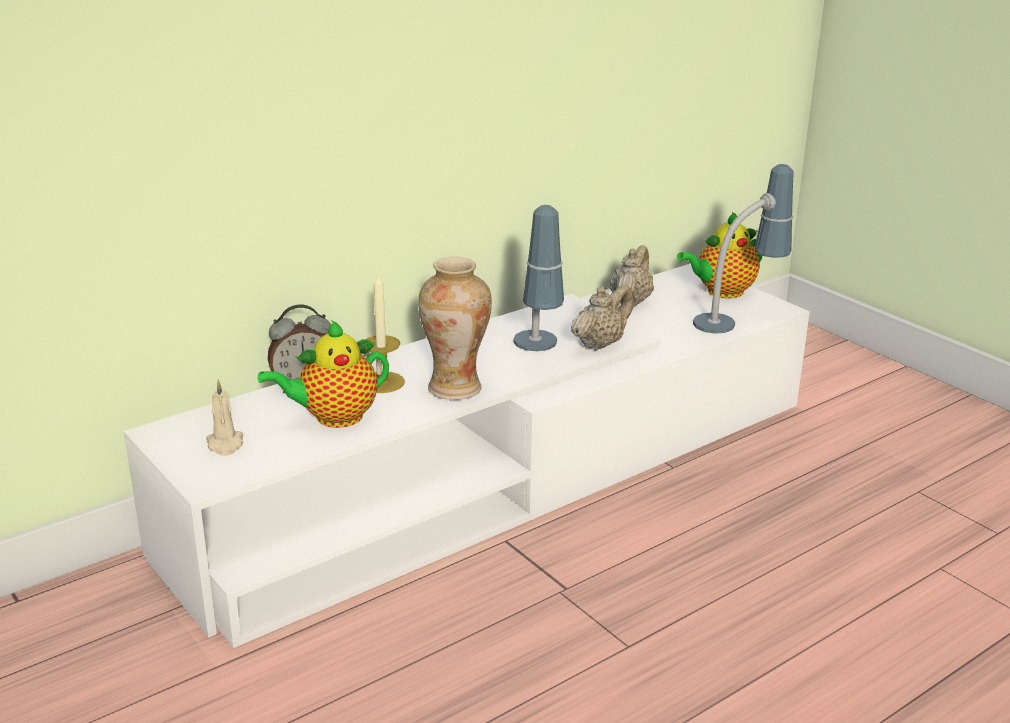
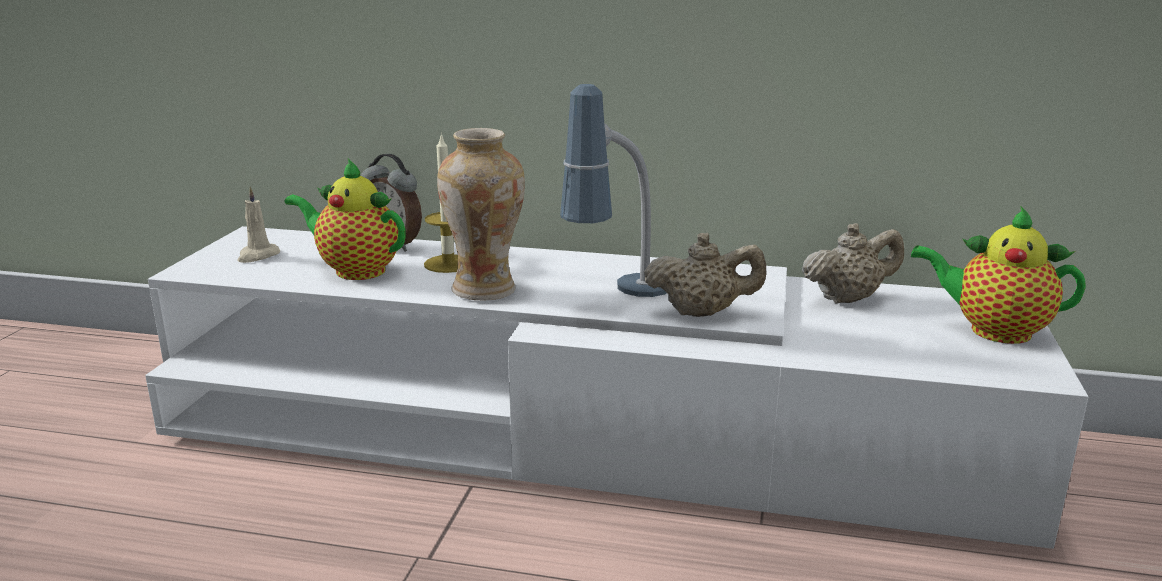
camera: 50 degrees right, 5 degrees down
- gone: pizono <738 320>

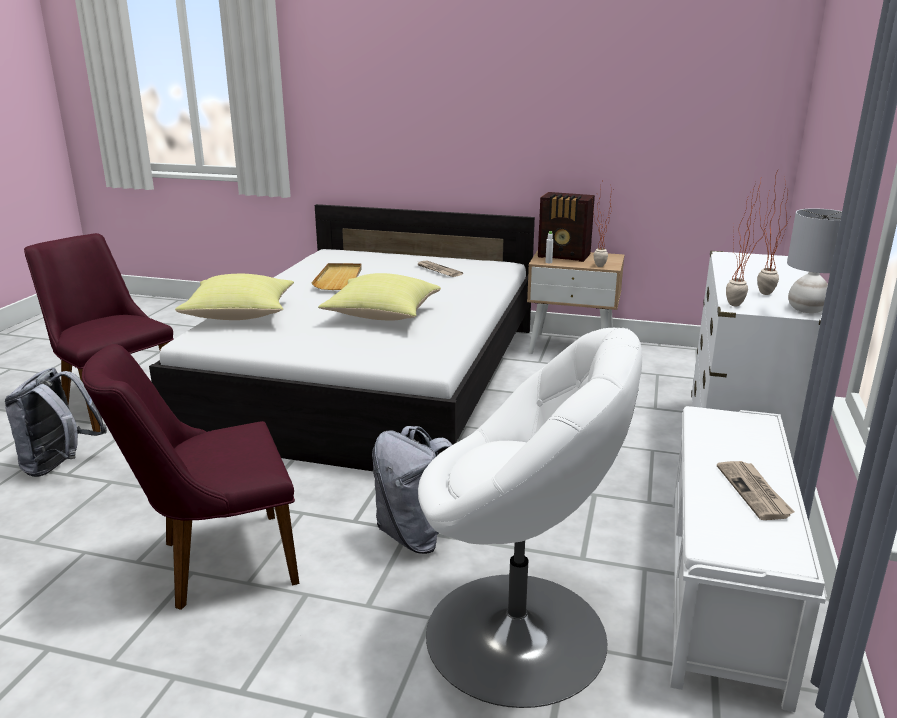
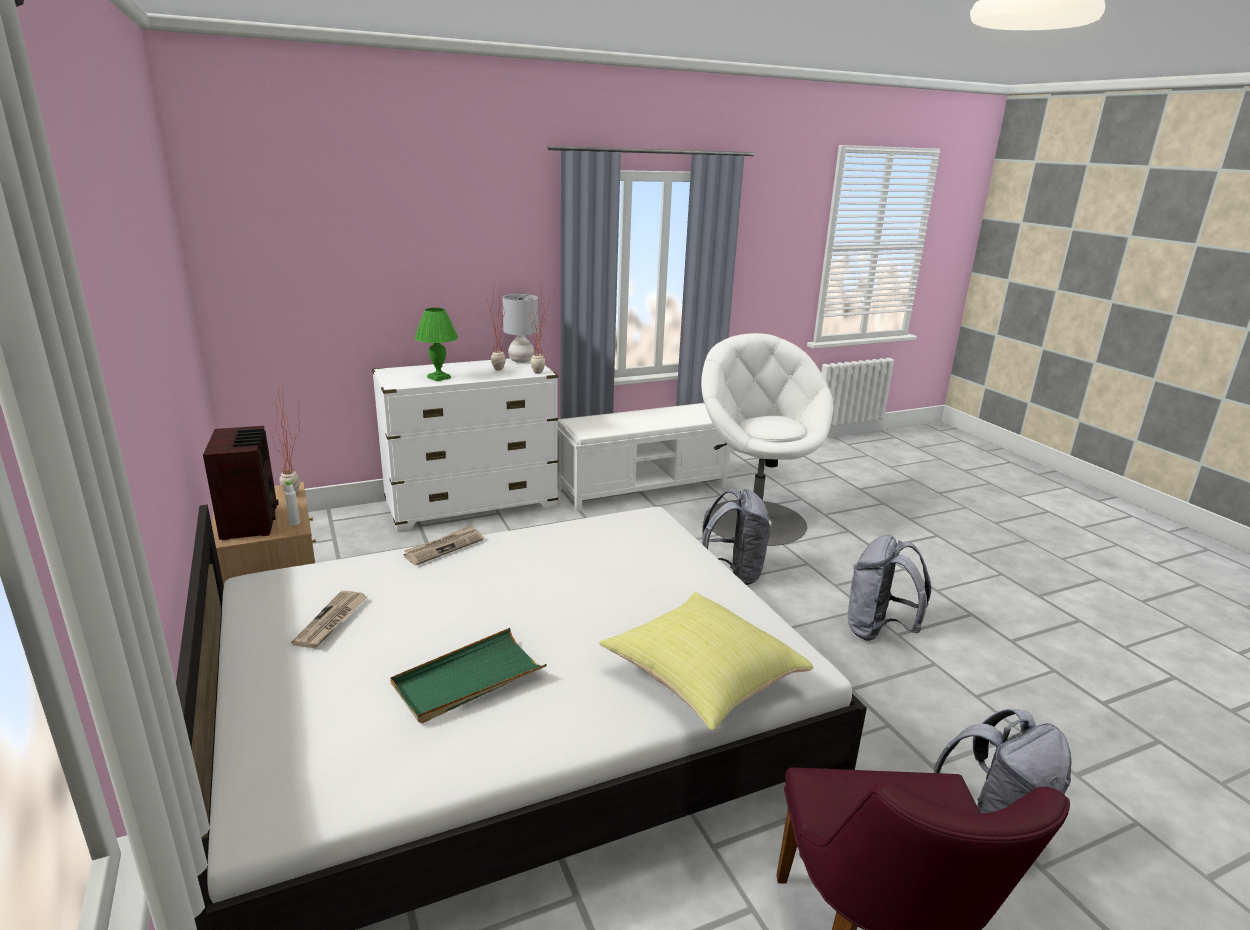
camera: 130 degrees left, 0 degrees up
- repainted: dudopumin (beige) <339 279> to dudopumin (green) <468 679>
- shifted: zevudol <754 492> to <444 547>
- new: pizono (green) <438 377>
- swapped: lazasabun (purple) <214 563> to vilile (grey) <878 631>
- gone: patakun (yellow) <380 317>

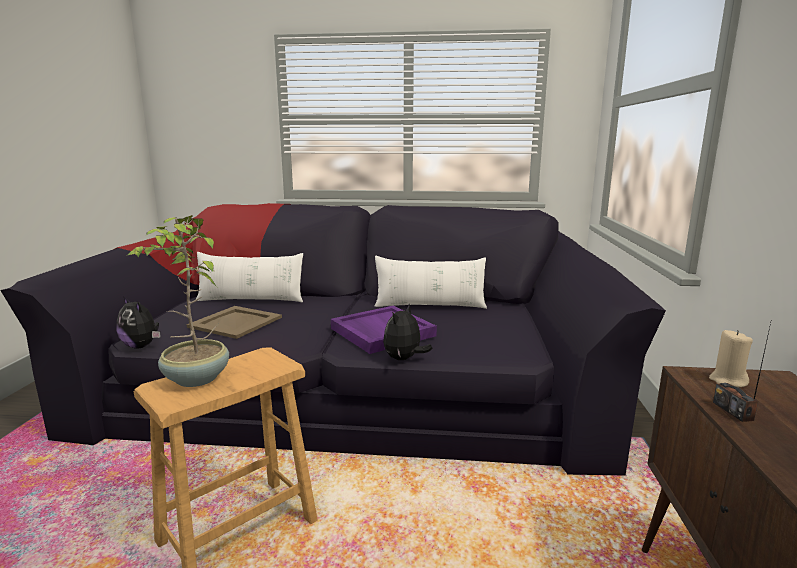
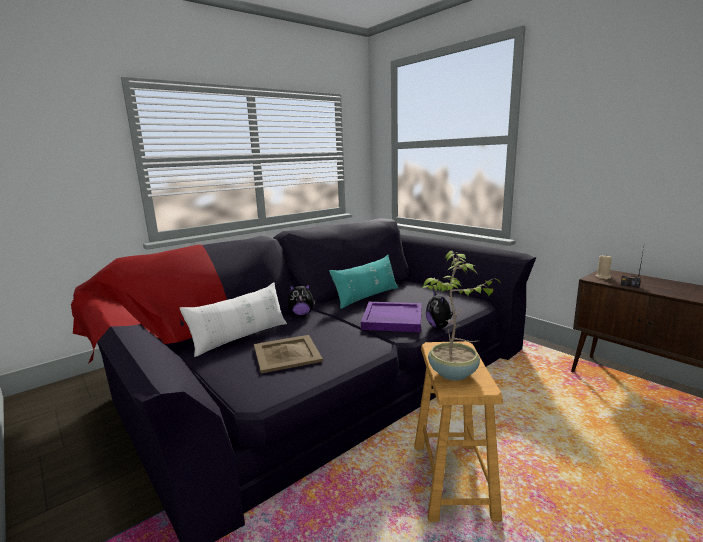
camera: 45 degrees left, 0 degrees up
- shifted: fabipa <141 346> to <301 314>
- repainted: patakun (white) <430 306> to patakun (turquoise) <367 297>

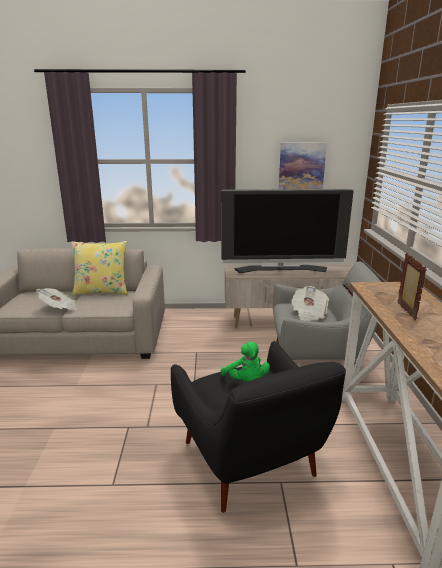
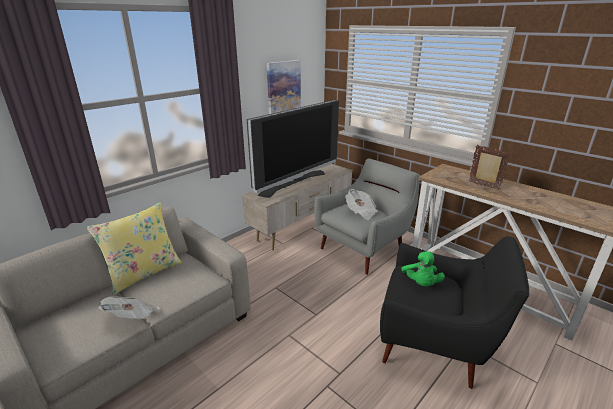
camera: 45 degrees left, 5 degrees up
- rotated: fabipa (green) <246 381> = <421 283> 75 degrees clockwise

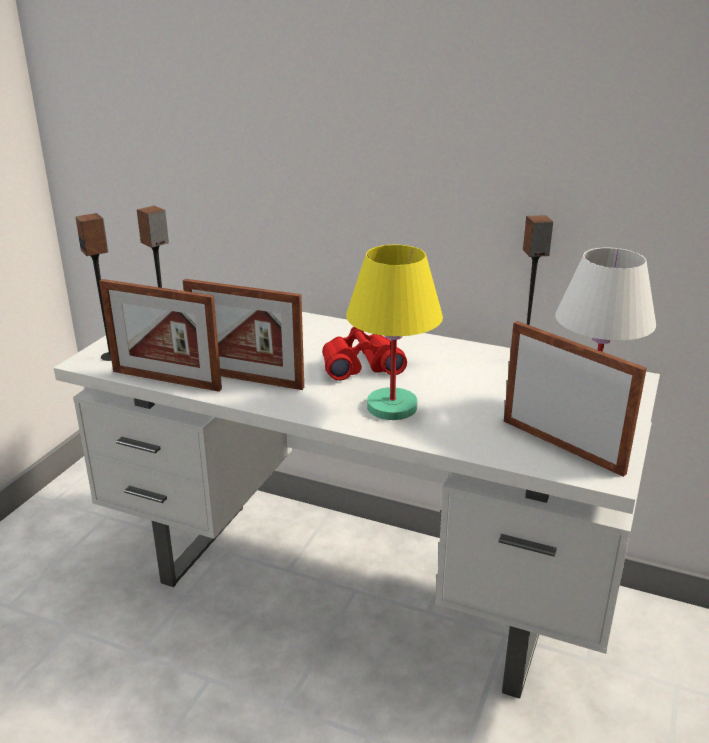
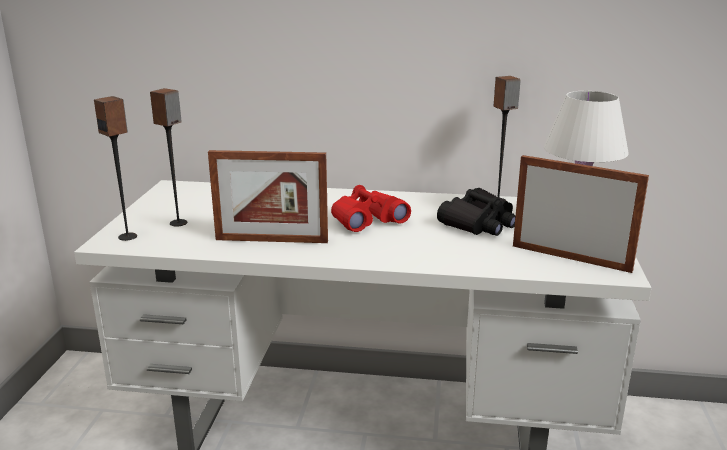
camera: 15 degrees left, 5 degrees down
- new: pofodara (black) <479 223>
- gone: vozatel <166 380>
- gone: pizono (yellow) <391 407>

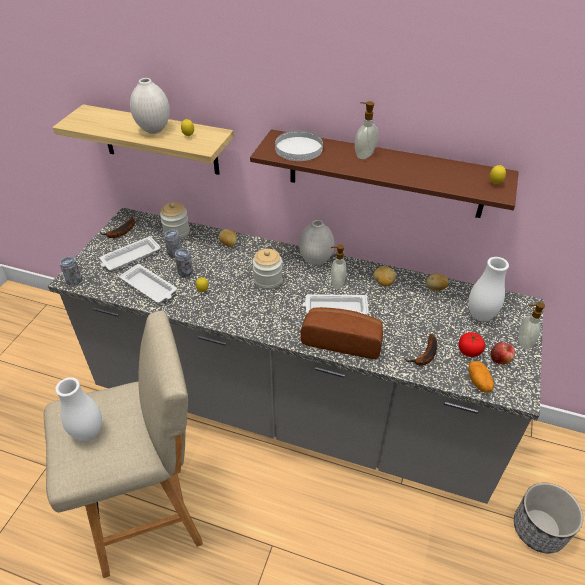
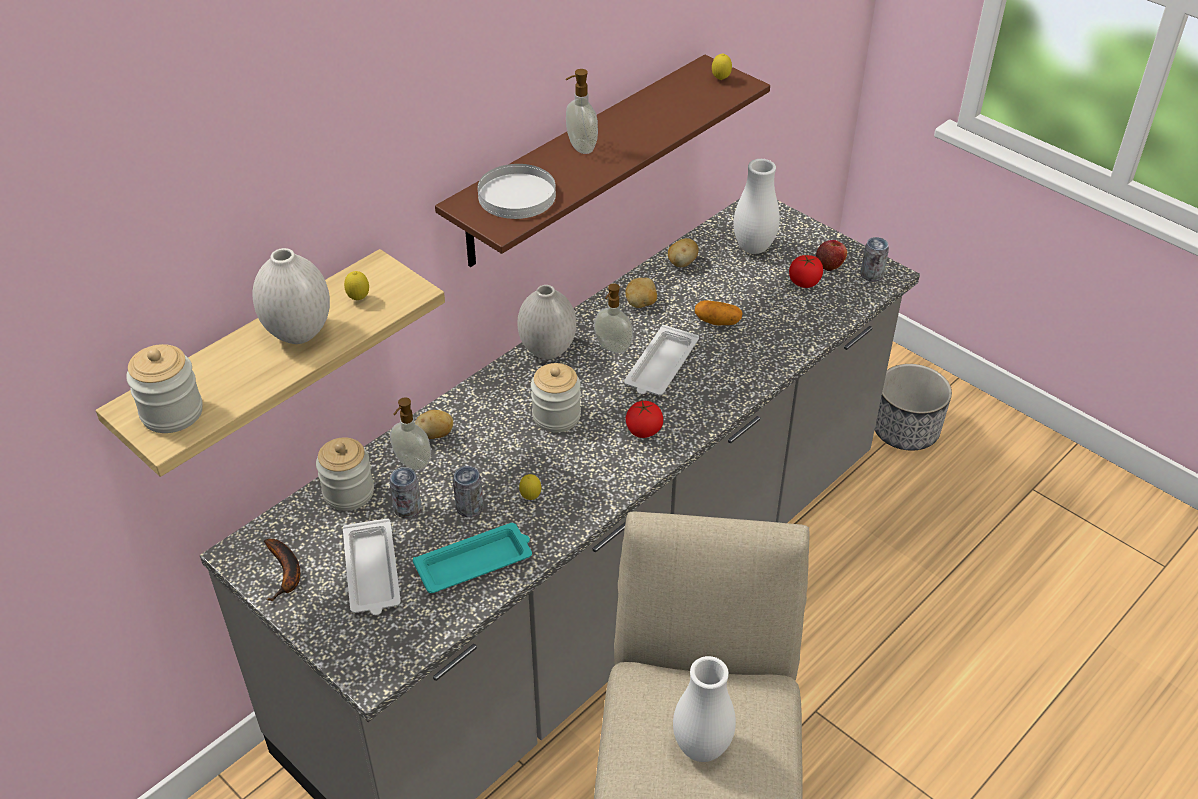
camera: 65 degrees left, 0 degrees up
- new: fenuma <172 412>
- shifted: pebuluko <523 342> to <412 463>
- repainted: dudopumin (white) <150 287> to dudopumin (turquoise) <475 562>
- new: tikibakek <643 430>
- shifted: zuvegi <479 382> to <717 321>
- shifted: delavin <74 281> to <871 275>
- gone: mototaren <342 340>
- gone: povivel <425 355>

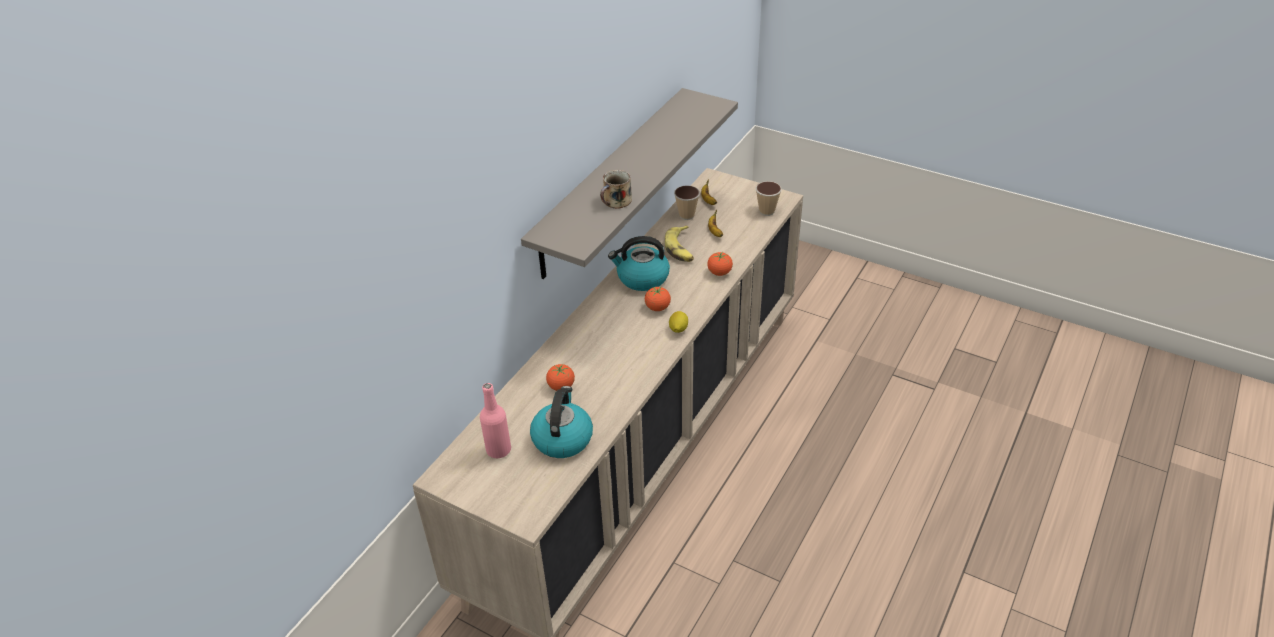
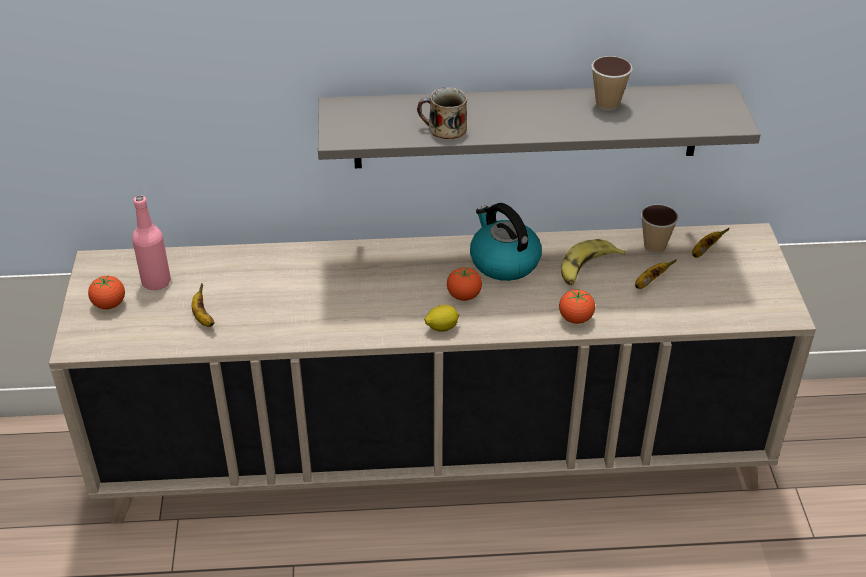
camera: 55 degrees right, 0 degrees up
- shifted: tikibakek <561 386> to <109 304>
- swapped: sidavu <562 438> to povivel <202 317>
- shifted: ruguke <767 211> to <607 104>

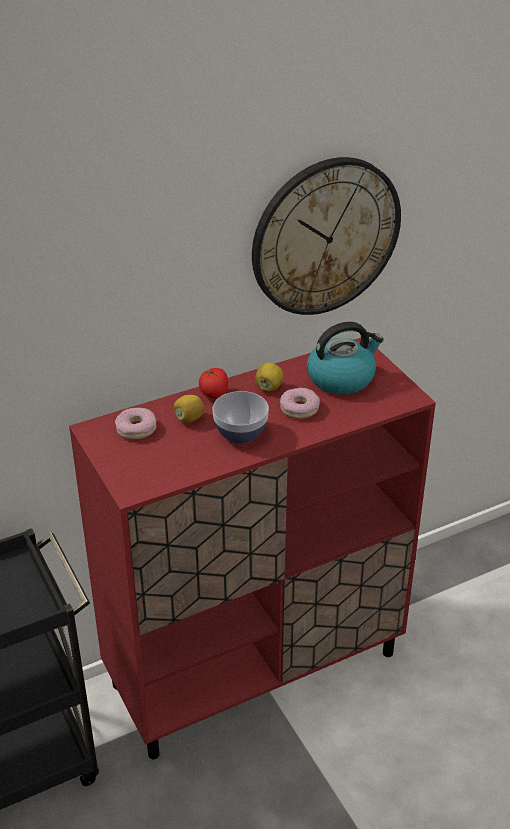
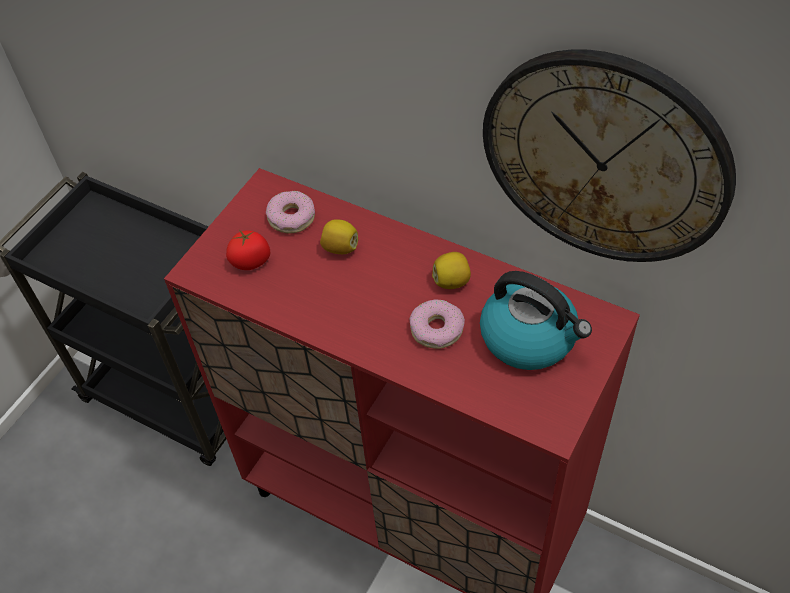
camera: 60 degrees right, 15 degrees up
- shifted: tikibakek <214 394> to <251 261>
- gone: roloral <240 434>

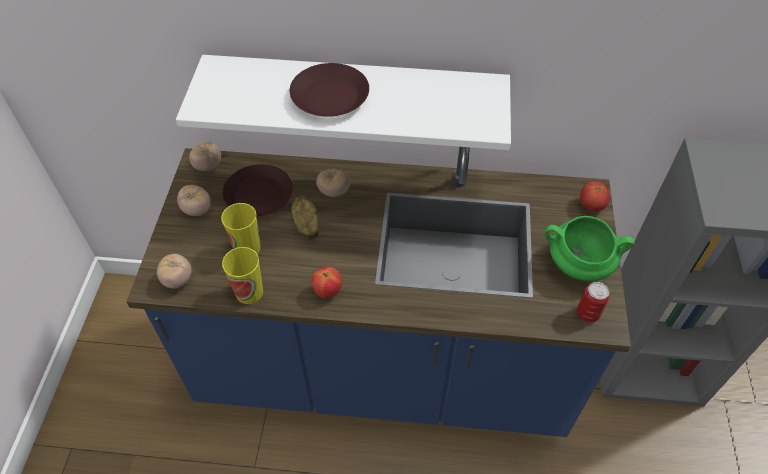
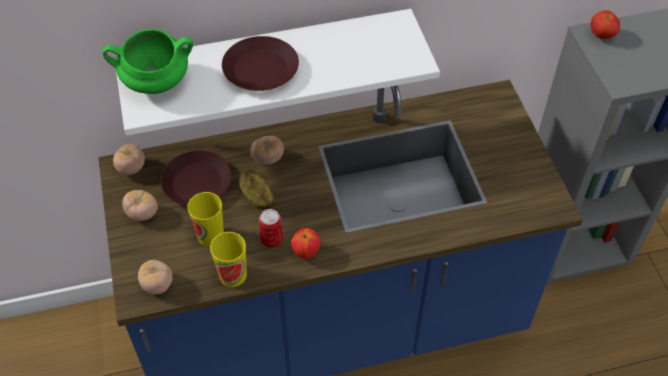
camera: 20 degrees left, 0 degrees up
- shifted: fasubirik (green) <577 265> to <155 83>
- shifted: delavin <587 313> to <272 240>
- shifted: tikibakek <591 205> to <601 35>

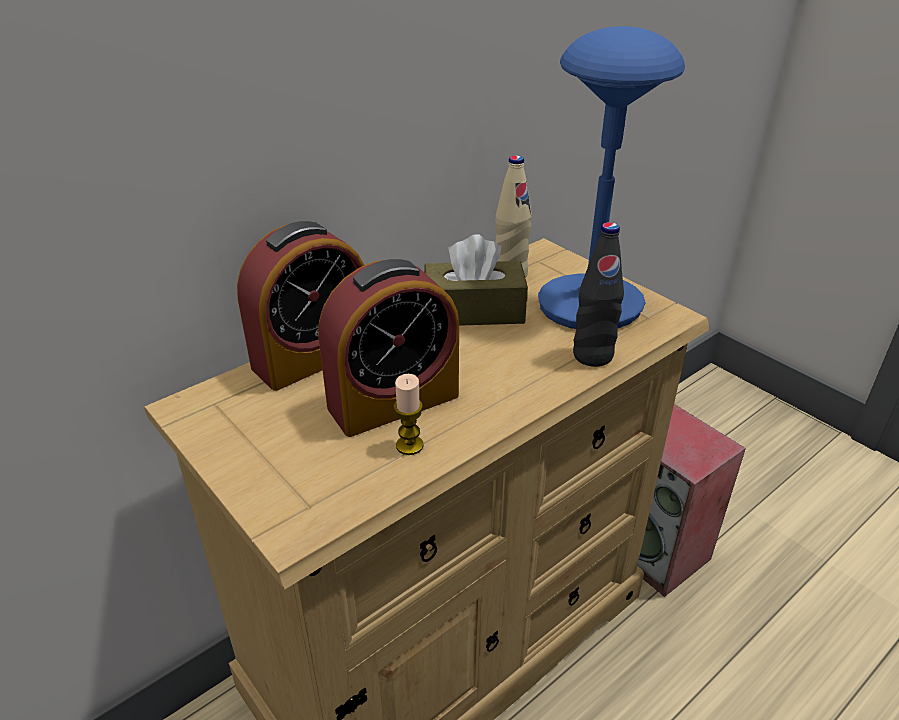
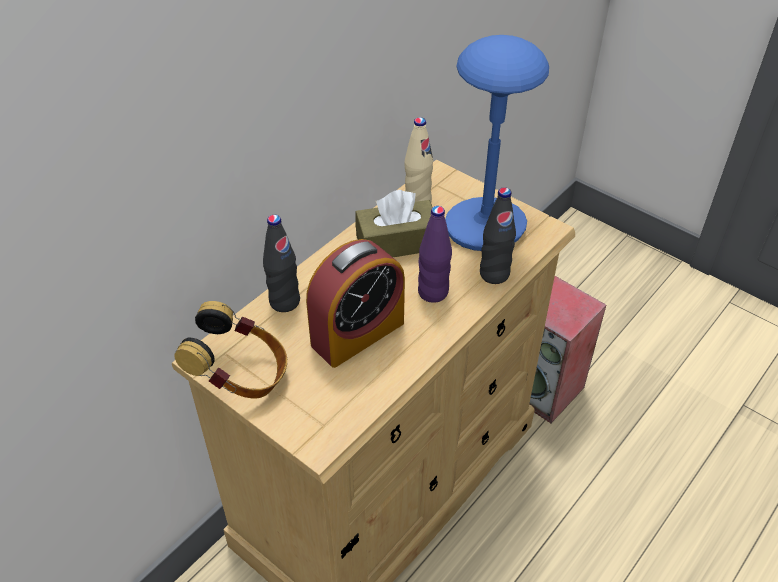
camera: 10 degrees left, 10 degrees up
- new: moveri <241 376>
- swapped: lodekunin <312 357> to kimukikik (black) <284 302>
- new: kimukikik (purple) <433 292>
- gone: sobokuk <409 445>

